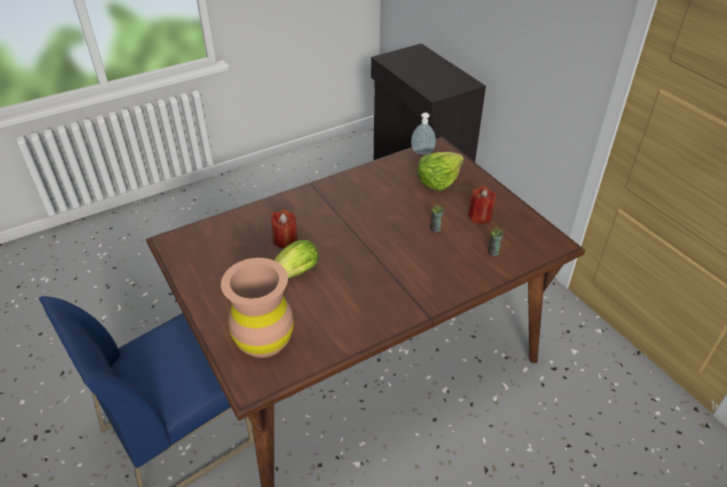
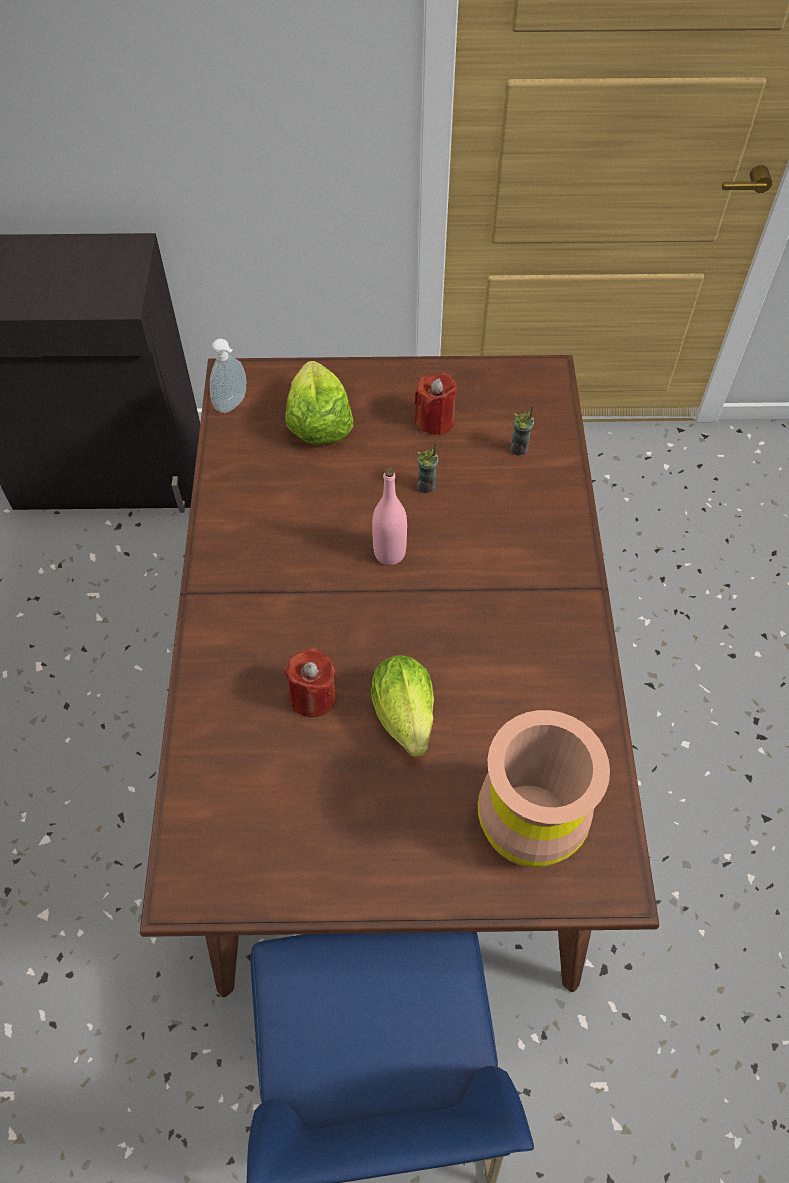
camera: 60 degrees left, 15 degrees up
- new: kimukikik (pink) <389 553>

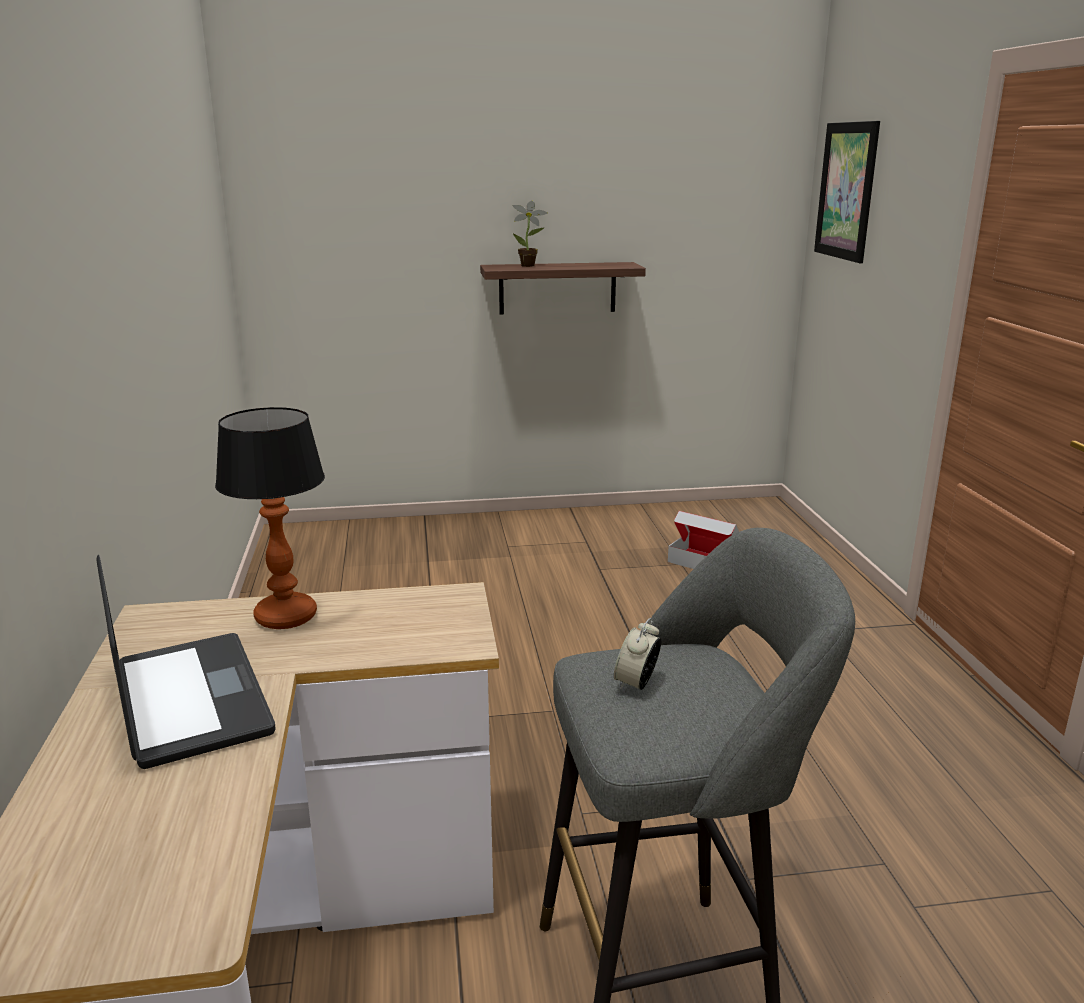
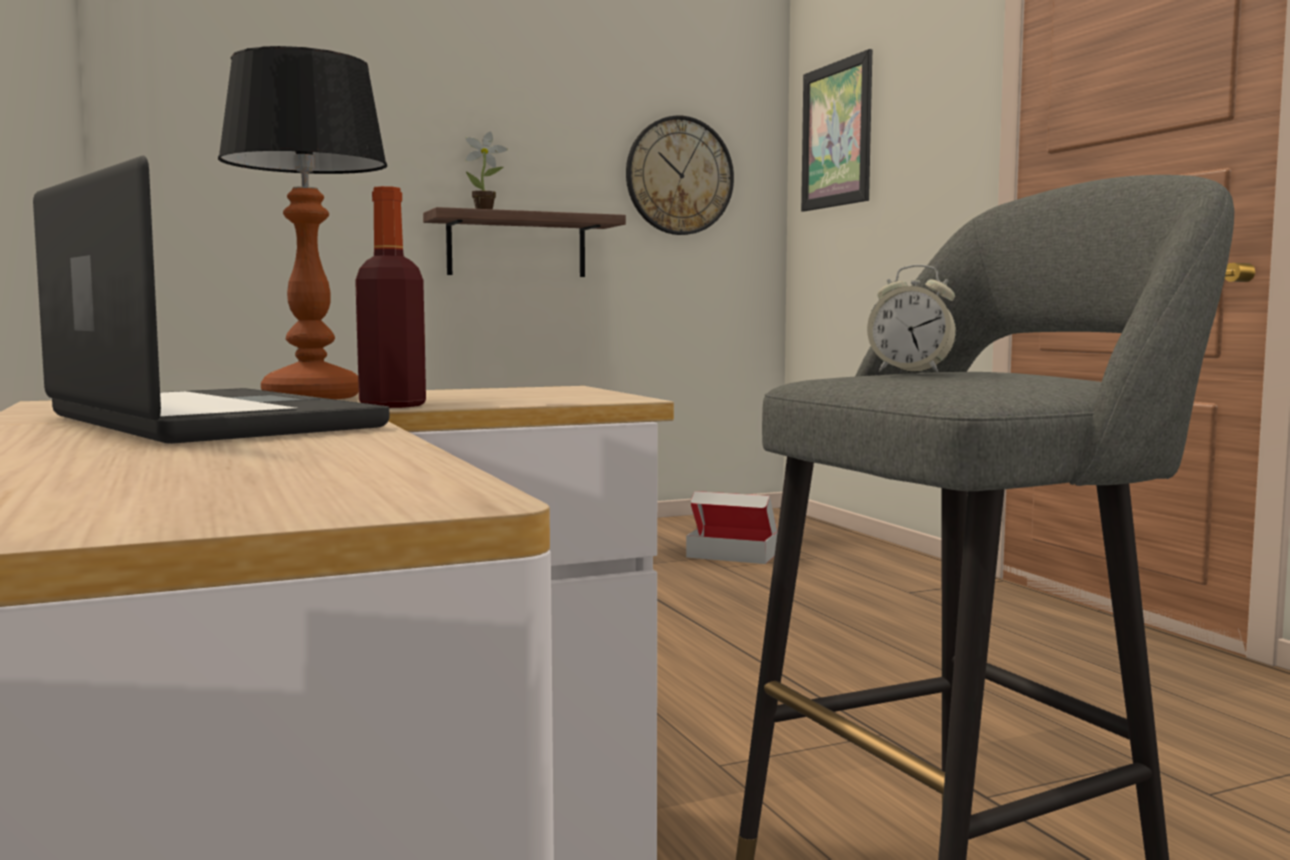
camera: 15 degrees left, 15 degrees down
- new: kimukikik <392 405>
- new: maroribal <679 176>
- rotated: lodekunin <636 684> = <911 372> 75 degrees counterclockwise

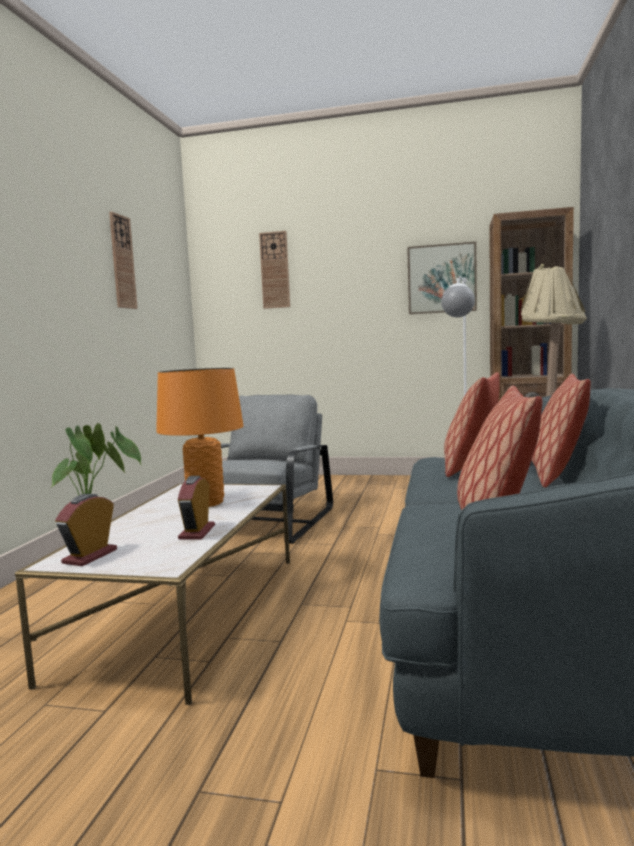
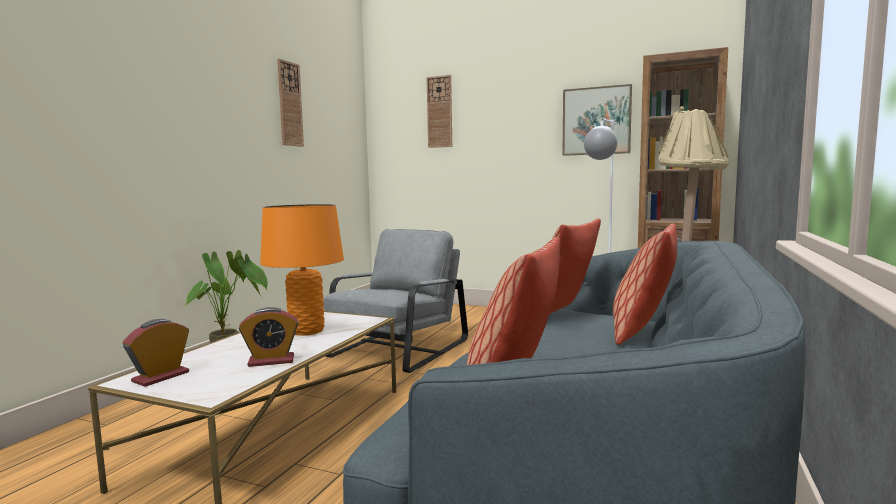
camera: 10 degrees right, 0 degrees up
- rotated: lodekunin <197 532> = <271 361> 120 degrees counterclockwise

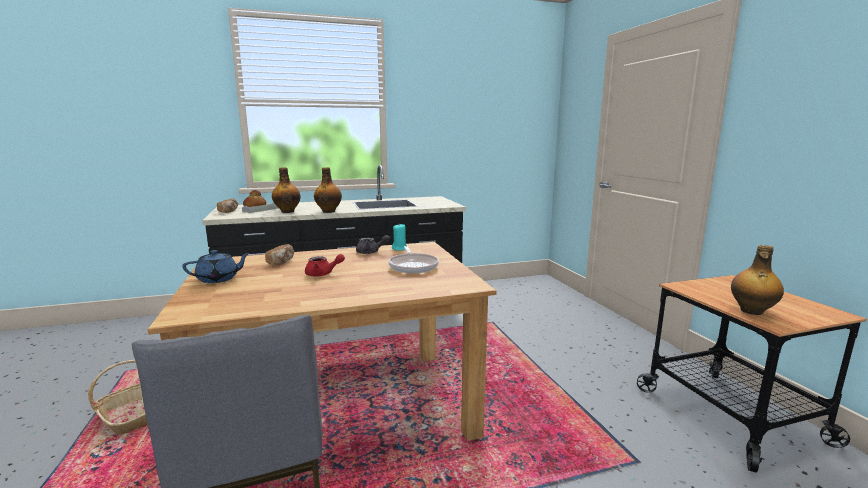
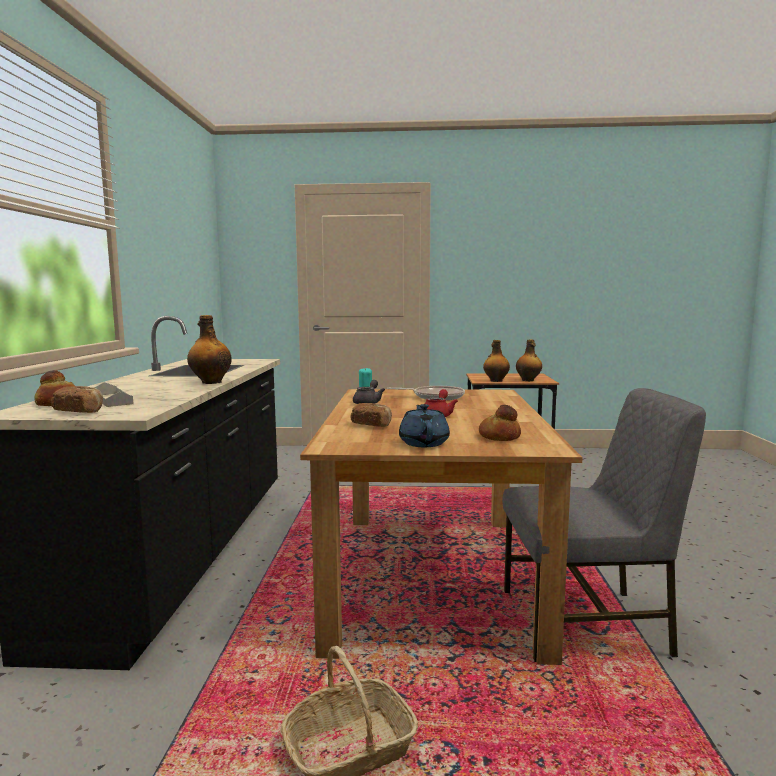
camera: 70 degrees left, 5 degrees down
- new: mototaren <499 437>
- shifted: kimukikik <287 211> to <495 381>

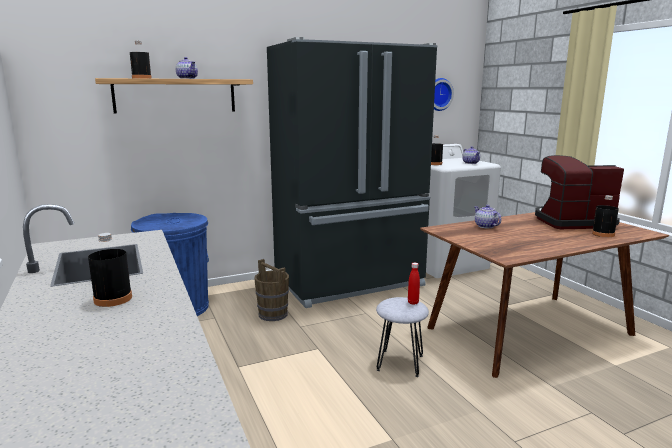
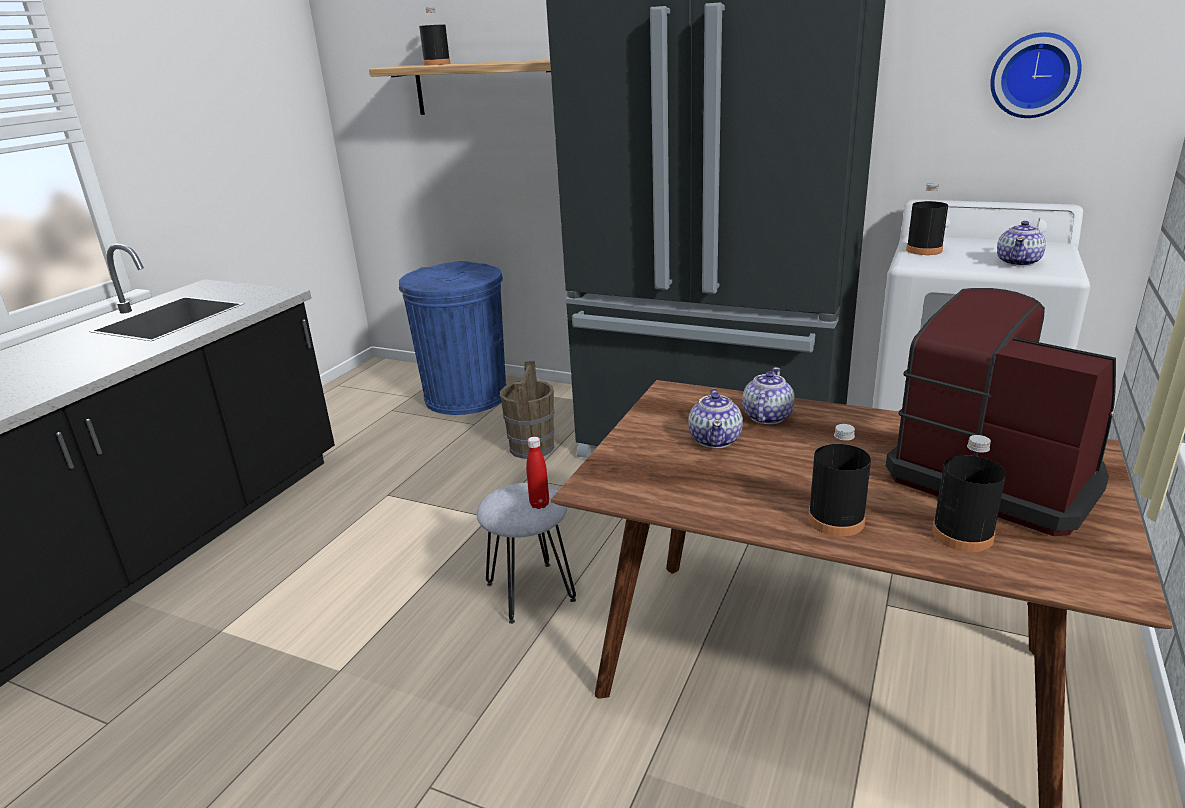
camera: 50 degrees right, 10 degrees up
- shifted: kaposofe <187 78> to <715 439>
- shifted: kimukikik (black) <113 299> to <836 520>

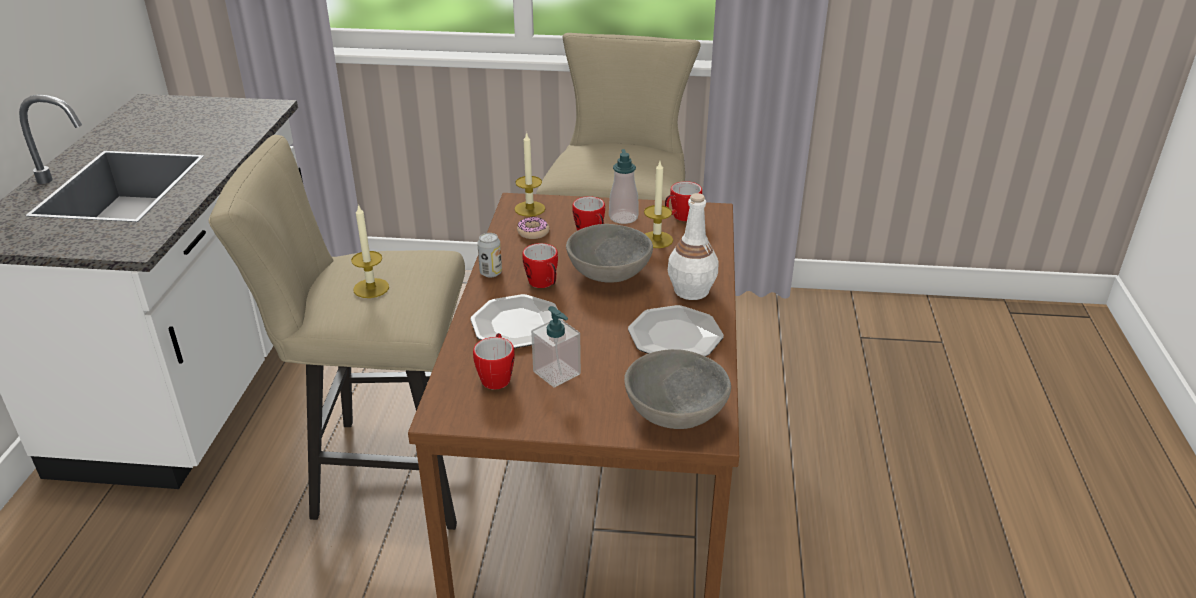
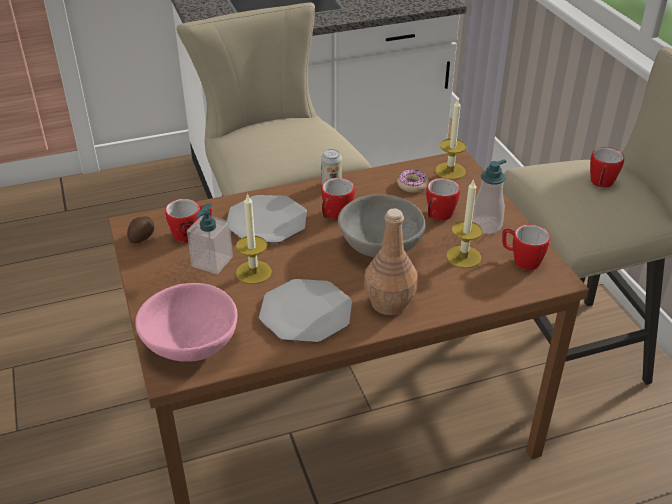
camera: 65 degrees right, 5 degrees up
- new: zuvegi <143 237>
- repainted: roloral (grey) <677 412> to roloral (pink) <191 344>
- shifted: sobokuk <371 288> to <253 272>
- repainted: kimukikik (white) <691 291> to kimukikik (brown) <388 303>
- new: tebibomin <601 184>

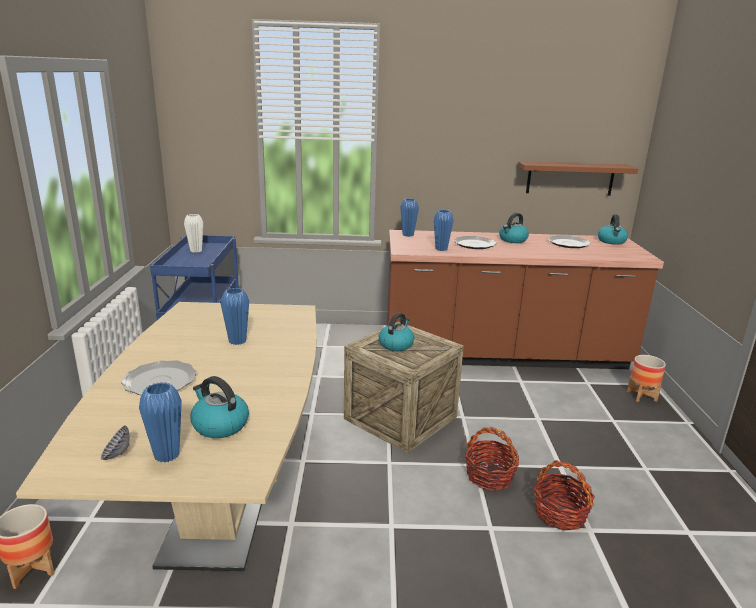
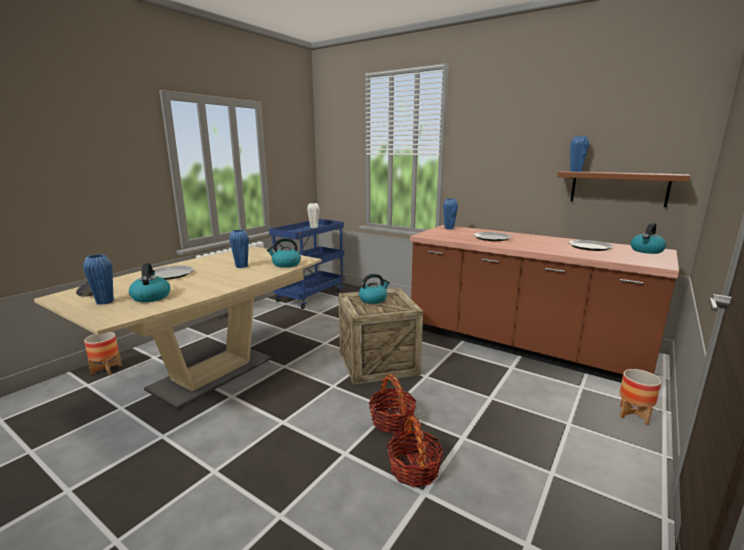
camera: 35 degrees right, 5 degrees down
- shifted: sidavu <512 240> to <286 264>
- shifted: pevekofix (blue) <441 249> to <575 171>

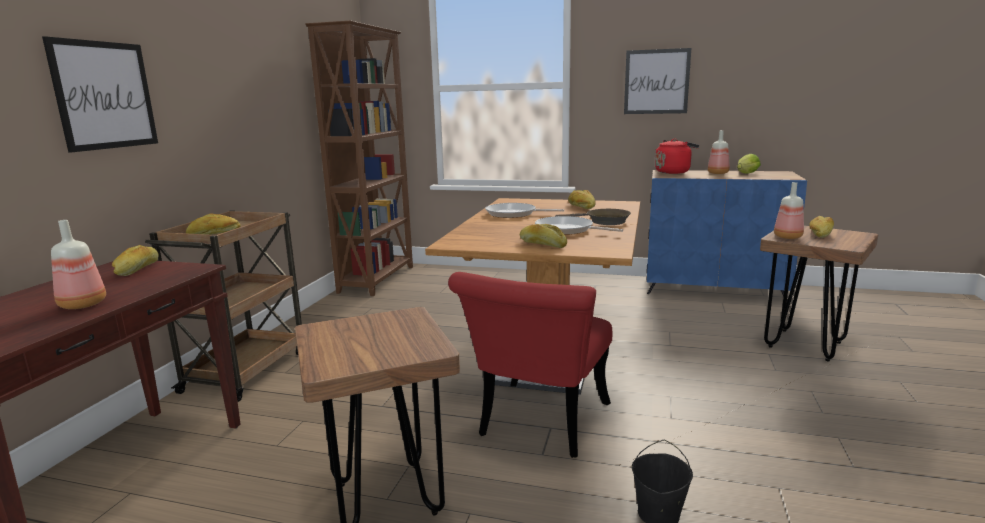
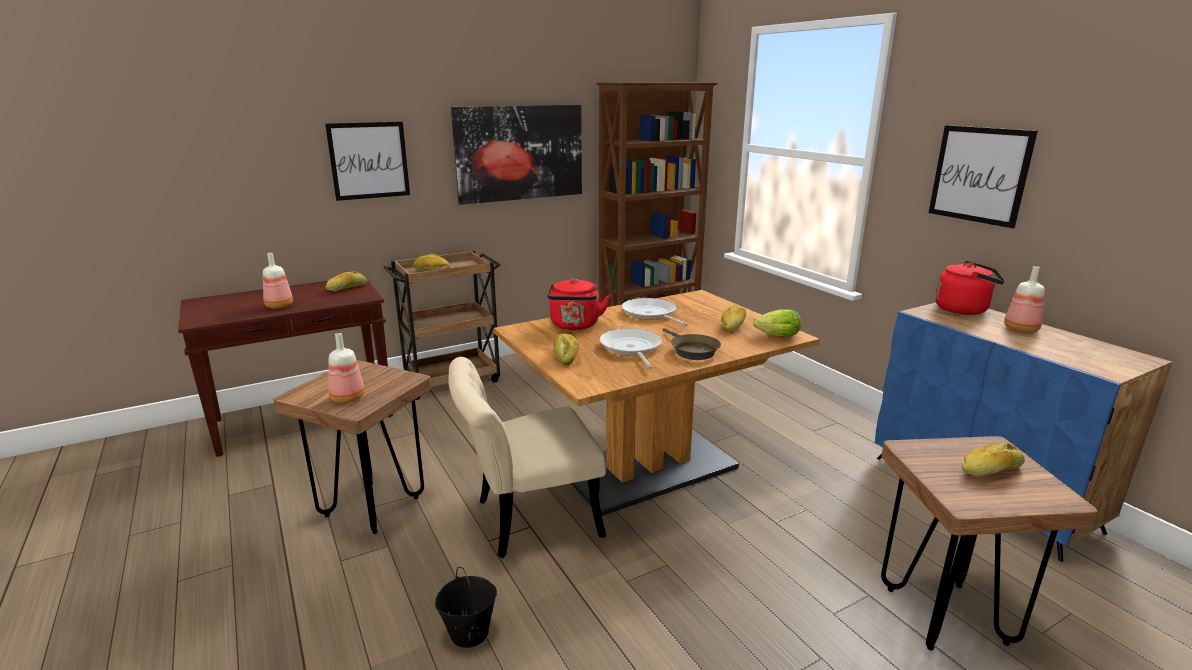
camera: 45 degrees right, 5 degrees up
- shifted: kimukikik <788 237> to <346 398>
- repainted: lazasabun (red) <538 425> to lazasabun (beige) <527 519>
- new: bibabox <519 153>
- new: sidavu (red) <575 326>
- shifted: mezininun <746 174> to <775 336>

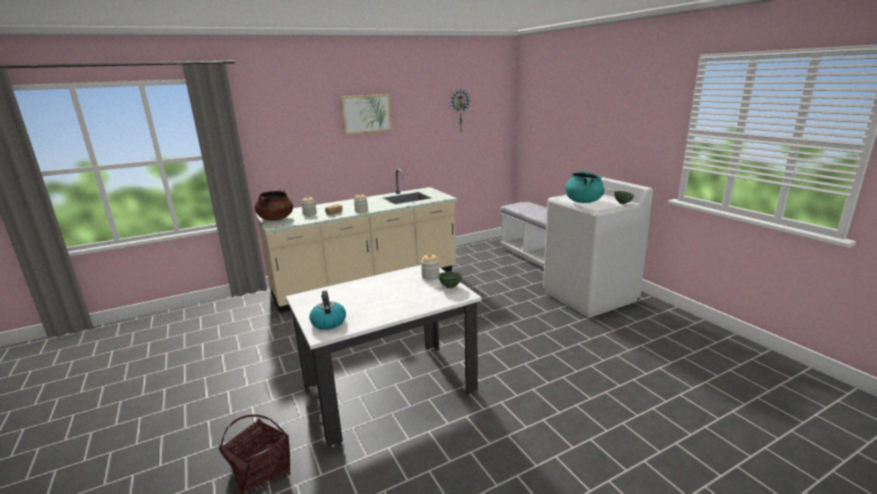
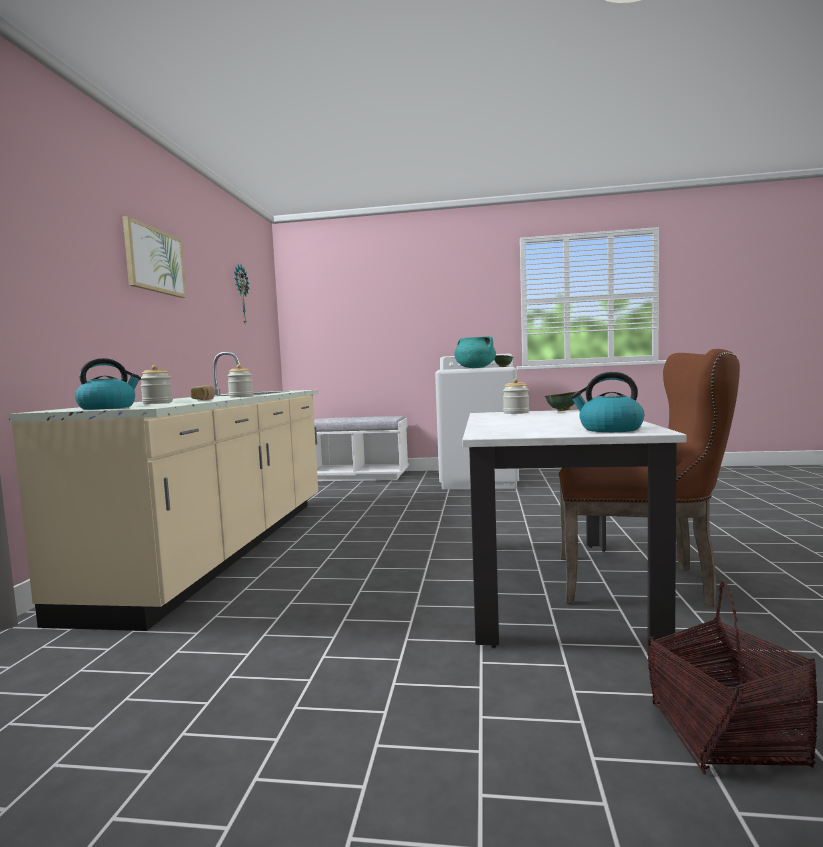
camera: 55 degrees left, 15 degrees down
- swapped: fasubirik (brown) <276 219> to sidavu <108 408>
- new: lazasabun (brown) <641 582>

